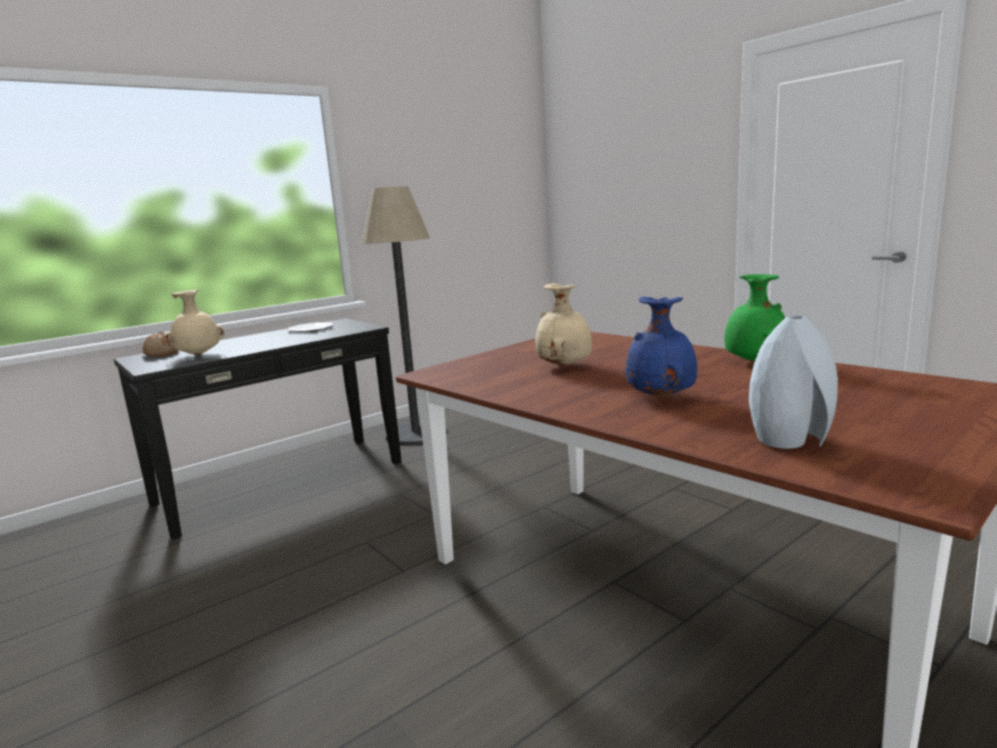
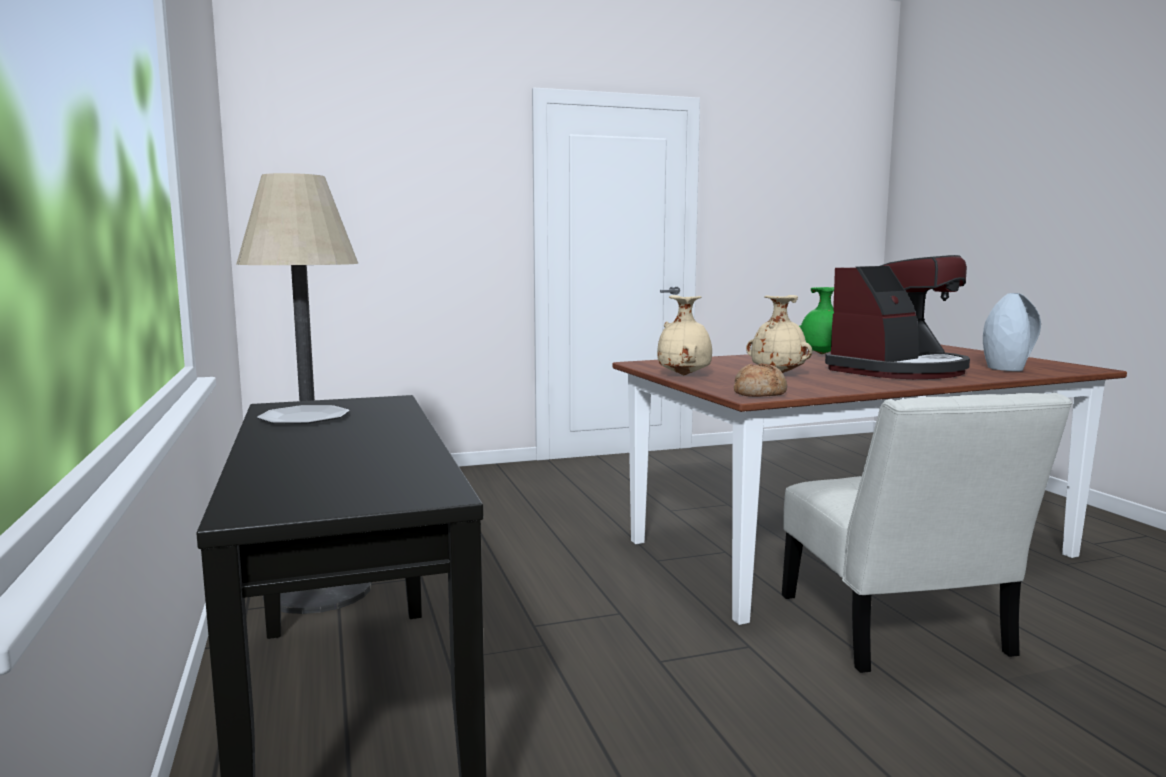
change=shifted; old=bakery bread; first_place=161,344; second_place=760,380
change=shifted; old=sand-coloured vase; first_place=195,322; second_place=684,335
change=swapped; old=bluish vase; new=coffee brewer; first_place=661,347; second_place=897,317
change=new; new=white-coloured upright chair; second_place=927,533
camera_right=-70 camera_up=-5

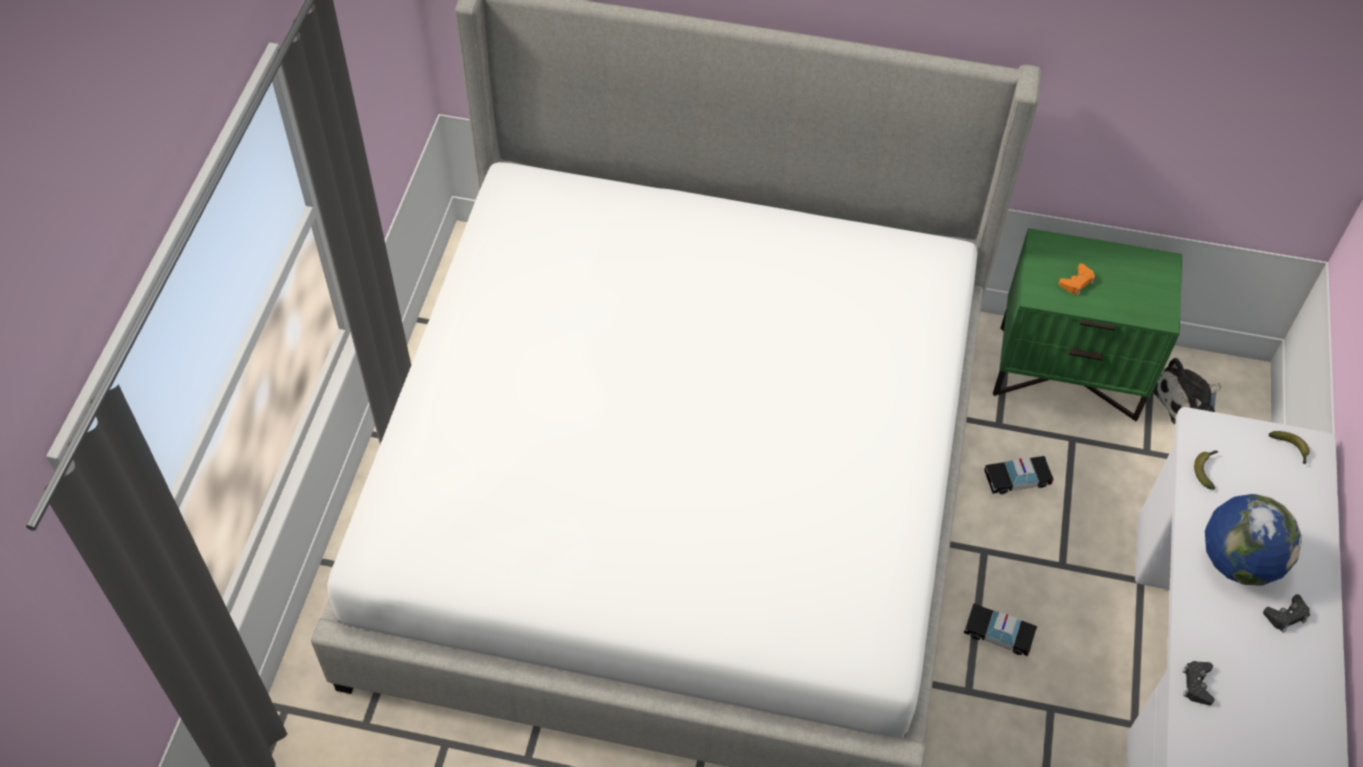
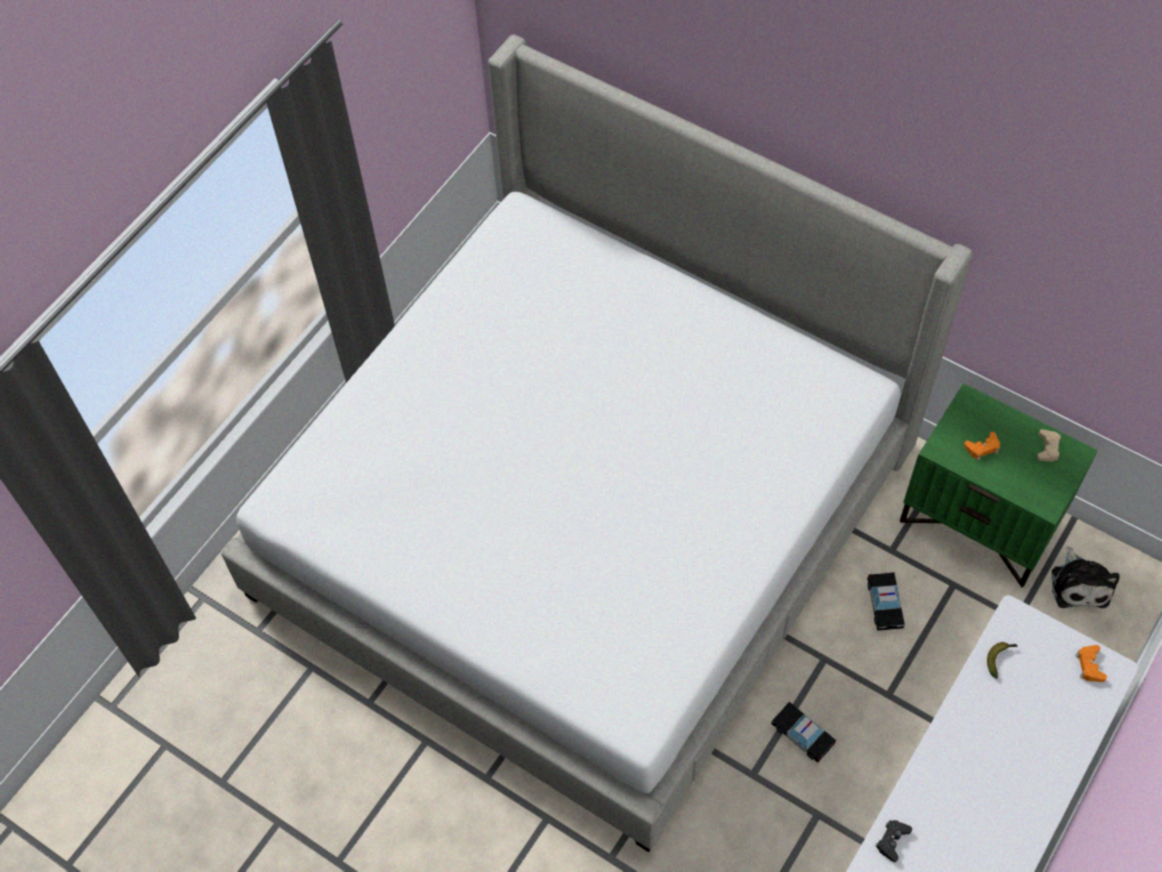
change=rotated; old=model car; first_place=1019,475; second_place=886,601; degrees=-105
change=rotated; old=cuddly toy; first_place=1187,391; second_place=1085,577; degrees=-90
change=gone; old=globe; first_place=1253,540
change=gone; old=black game controller; first_place=1286,613
change=swapped; old=whole banana; new=orange-coloured game controller; first_place=1289,448; second_place=1091,663
change=new; new=sand-coloured game controller; second_place=1049,445
camera_right=25 camera_up=5

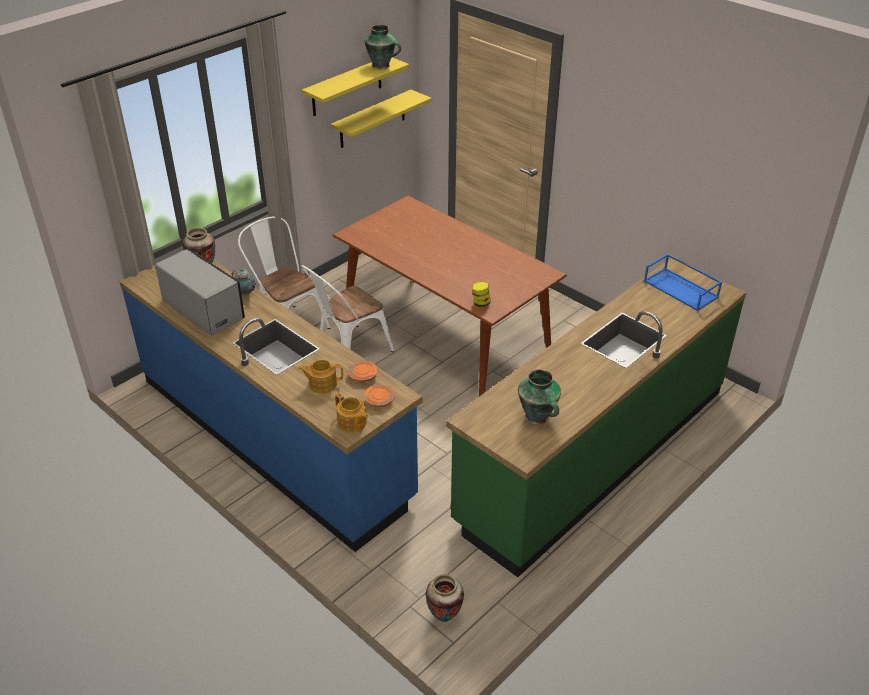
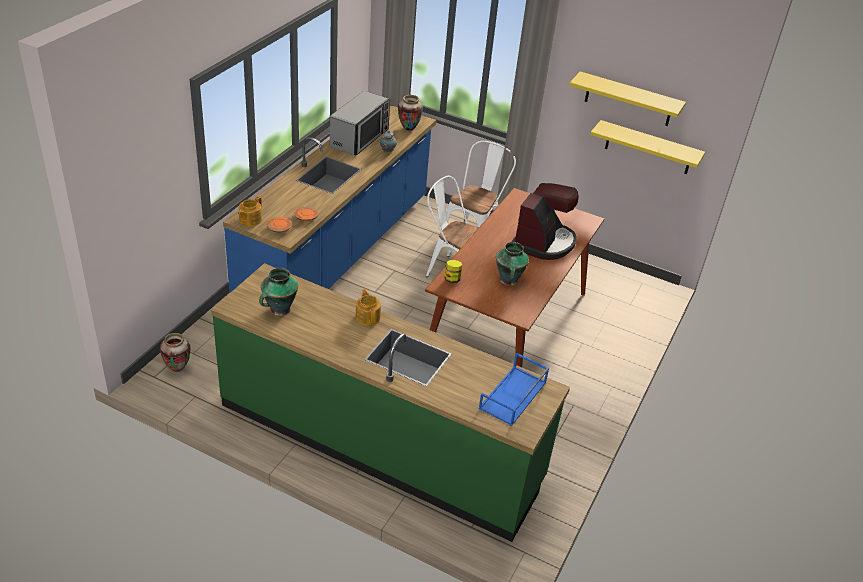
change=shifted; old=teapot; first_place=320,377; second_place=368,307
change=shifted; old=vase; first_place=382,47; second_place=512,264
change=new; new=coffee brewer; second_place=545,221
camera_right=70 camera_up=0

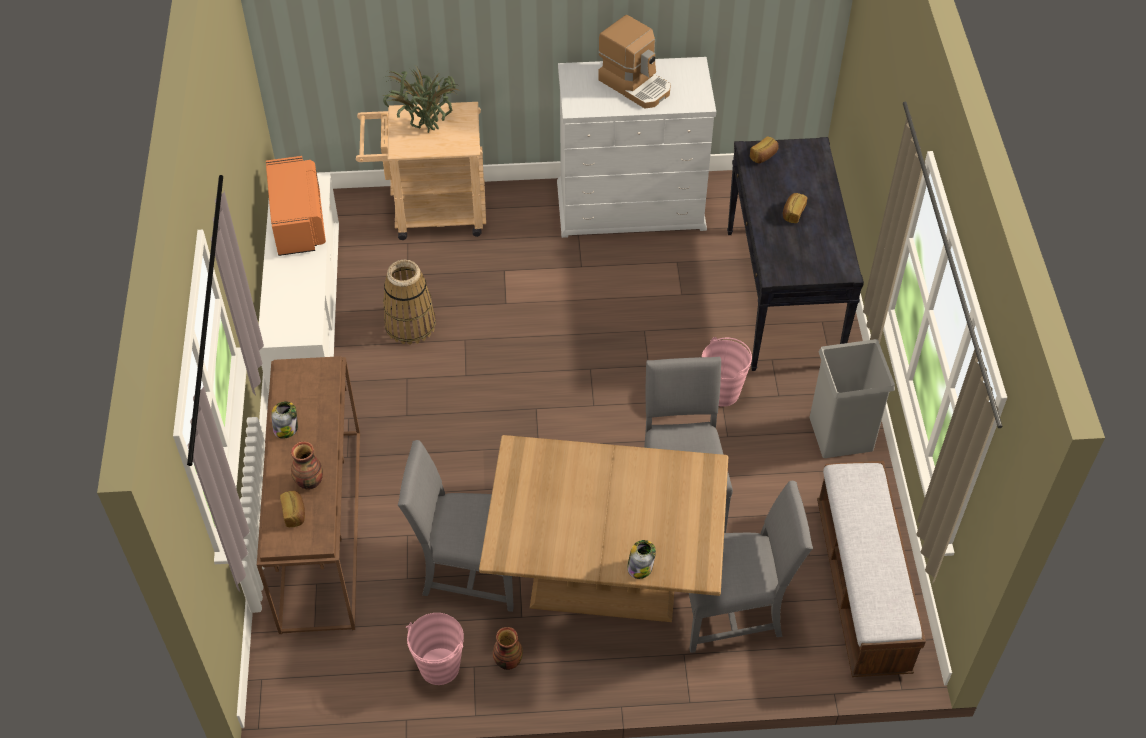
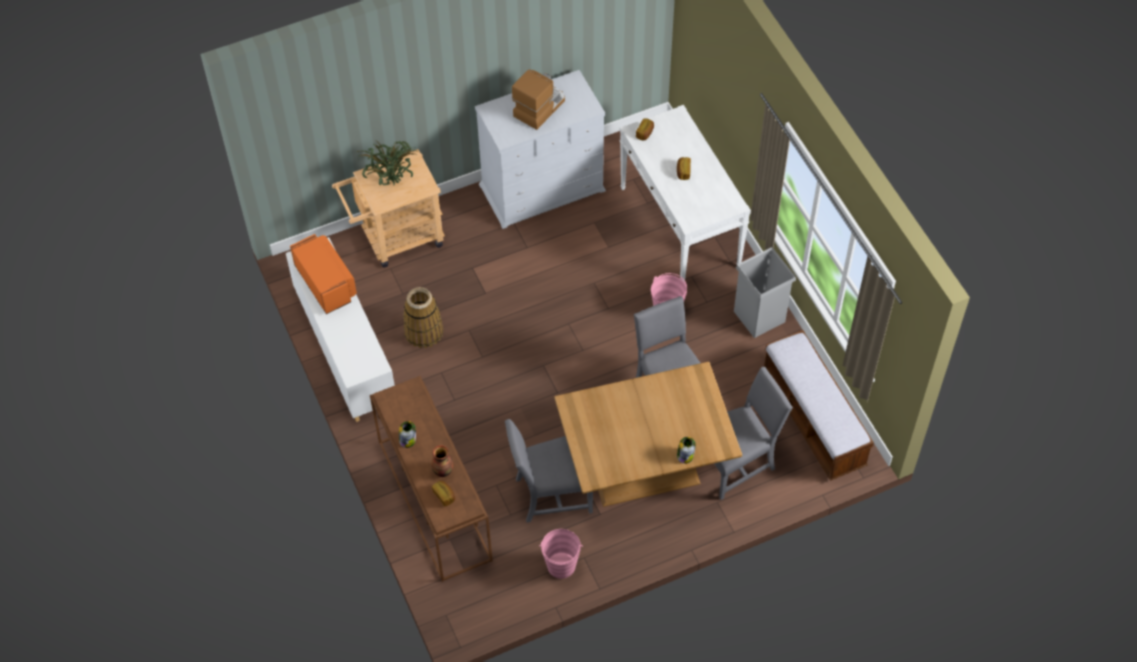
change=gone; old=vase; first_place=508,648
change=rotated; old=coffee brewer; first_place=634,61; second_place=538,100; degrees=-75
change=repainted; old=black narrow table; new=white-coloured narrow table; first_place=795,254; second_place=685,194
camera_right=-20 camera_up=5

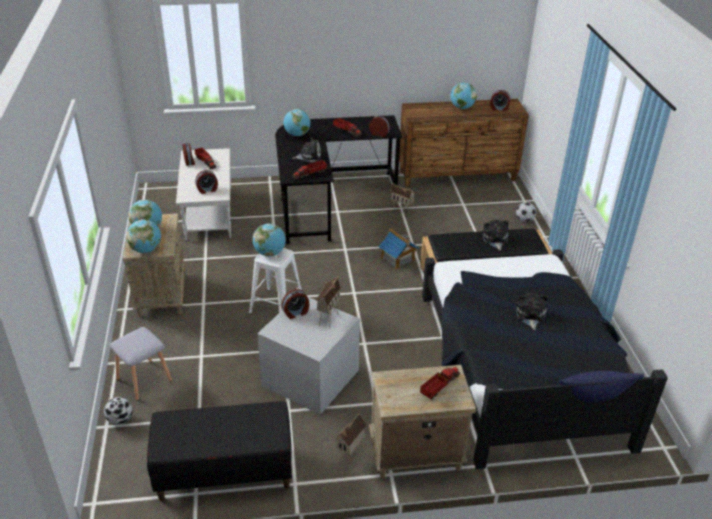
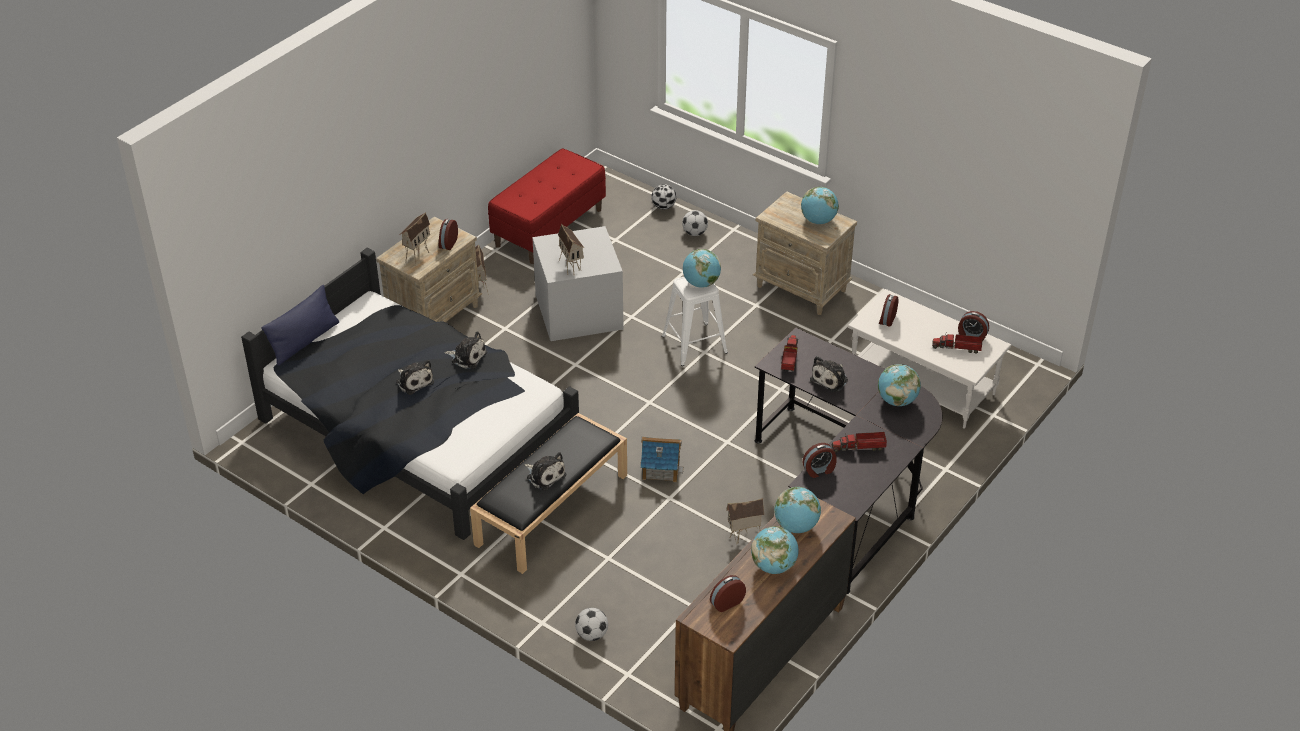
change=swapped; old=gray stool; new=ball for football; first_place=141,364; second_place=695,223
change=shifted; old=globe; first_place=143,236; second_place=797,510
change=repainted; old=black bench; new=reddish bench; first_place=219,451; second_place=547,206
change=shifted; old=table clock; first_place=296,304; second_place=448,234
change=swapped; old=toy lorry; new=model house; first_place=440,383; second_place=415,239
change=new; new=cuddly toy; second_place=465,350
camera_right=135 camera_up=5

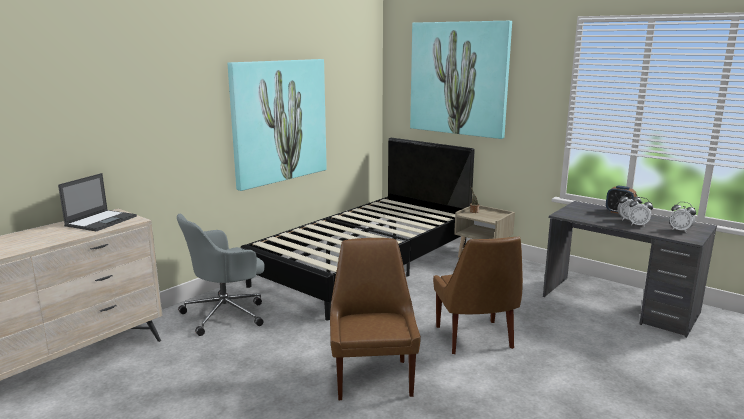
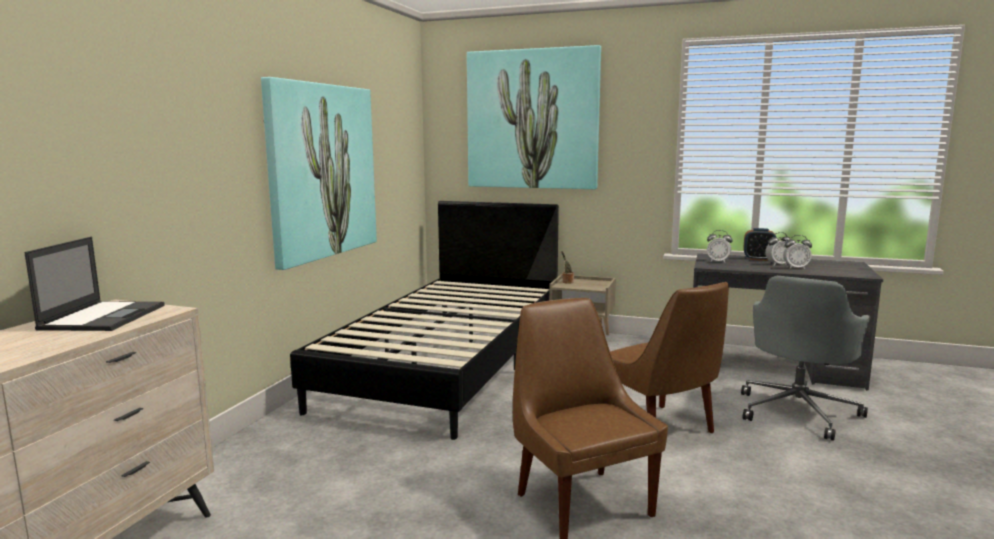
change=shifted; old=gray desk chair; first_place=221,275; second_place=806,358
change=shifted; old=table clock; first_place=683,217; second_place=719,246
camera_right=-20 camera_up=-5

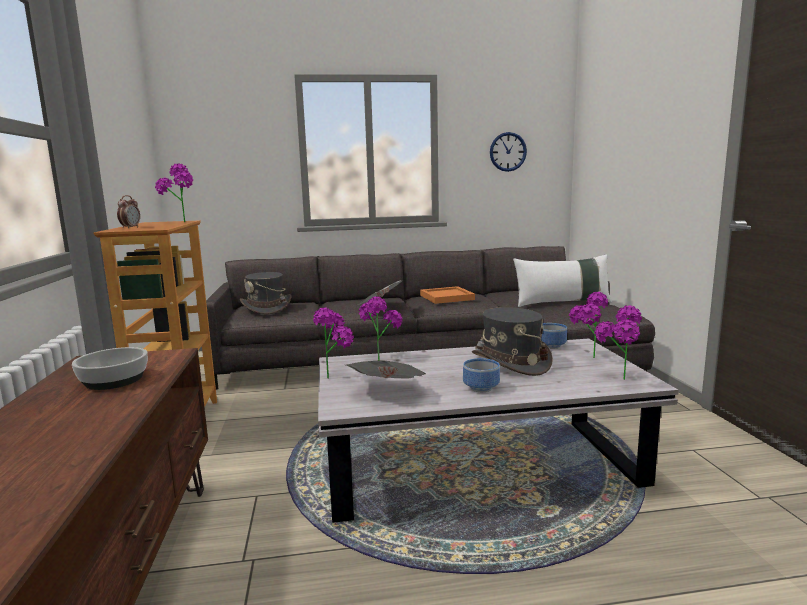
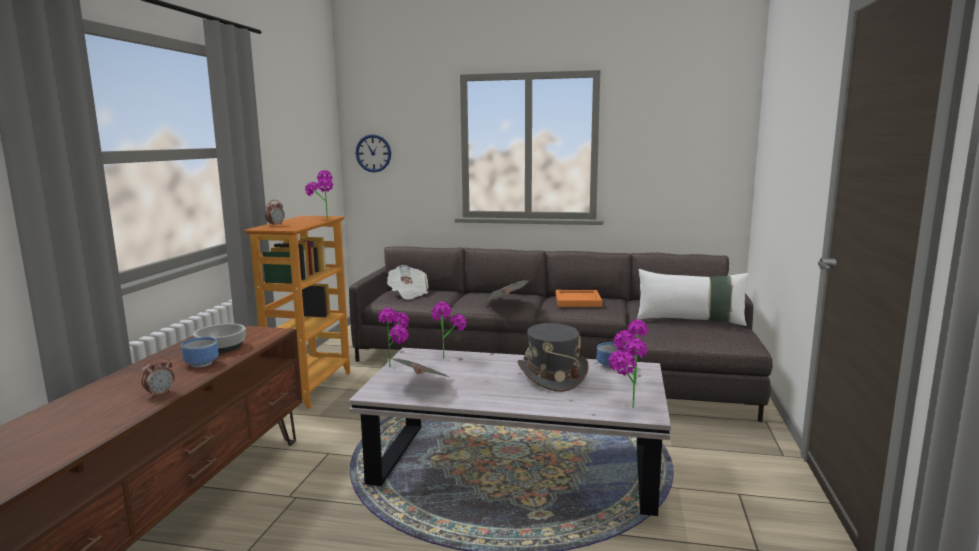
change=swapped; old=gray hat; new=daily paper; first_place=265,293; second_place=408,282
change=shifted; old=bowl; first_place=481,375; second_place=200,352
change=shifted; old=clock on the wall; first_place=508,152; second_place=373,153
change=new; new=table clock; second_place=158,377
camera_right=20 camera_up=0

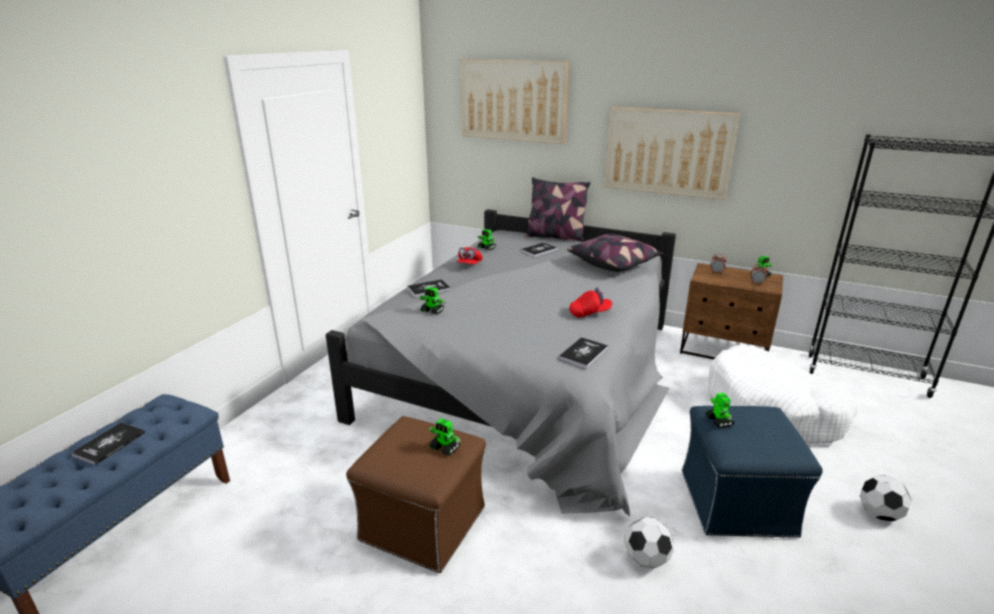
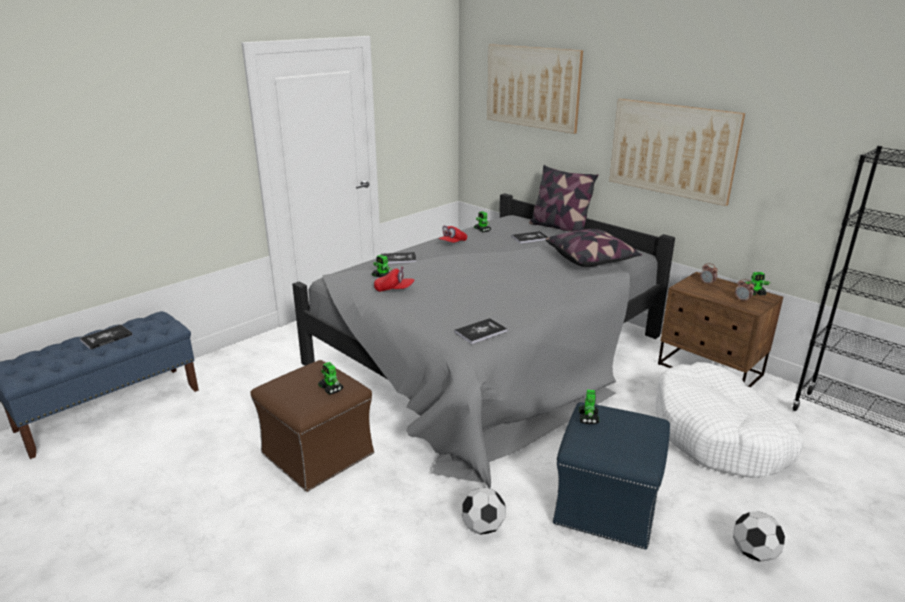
change=shifted; old=reddish cap; first_place=590,302; second_place=394,279
camera_right=20 camera_up=0

